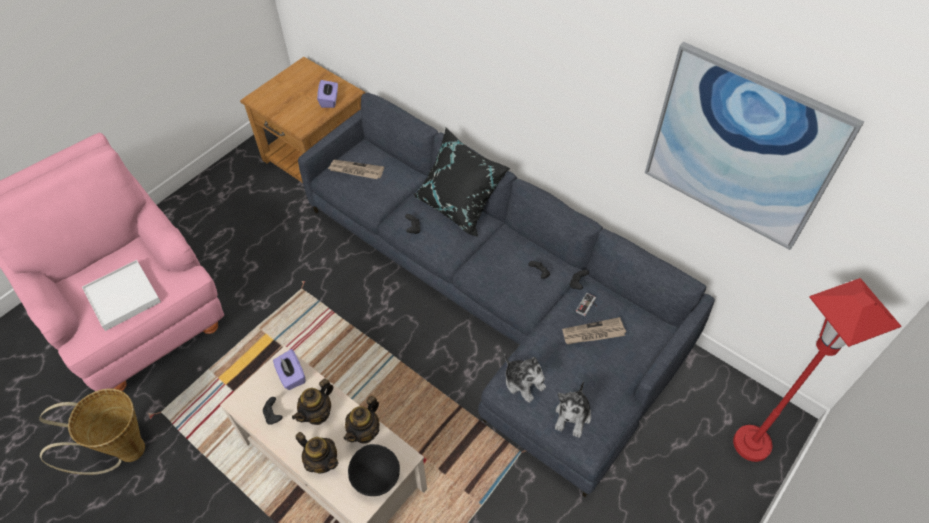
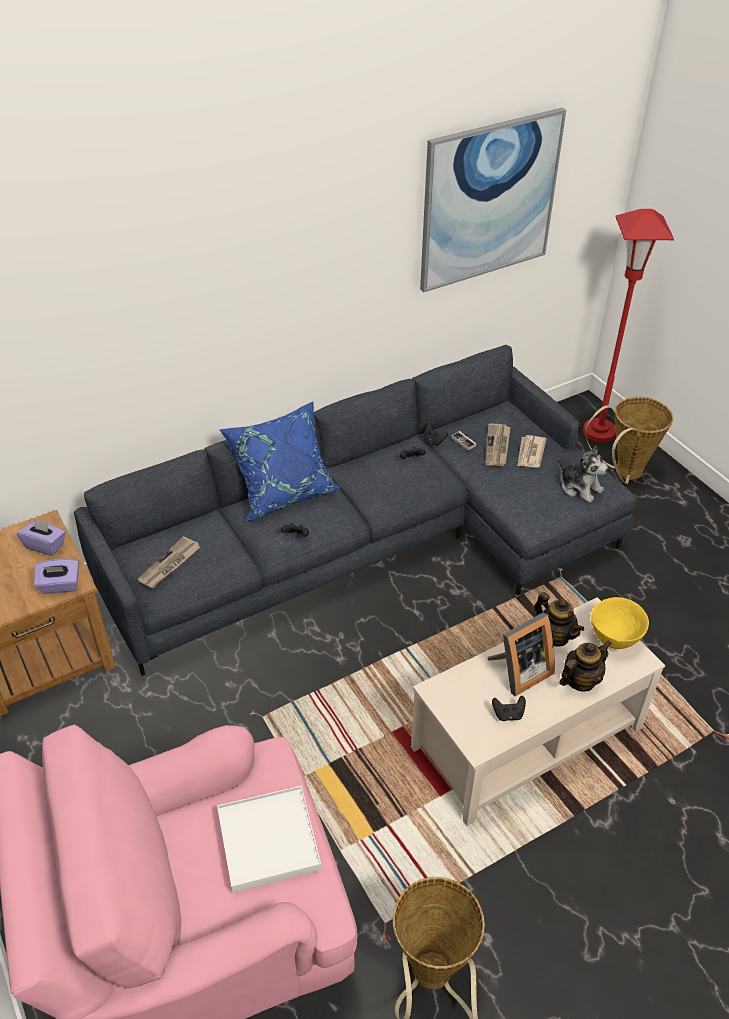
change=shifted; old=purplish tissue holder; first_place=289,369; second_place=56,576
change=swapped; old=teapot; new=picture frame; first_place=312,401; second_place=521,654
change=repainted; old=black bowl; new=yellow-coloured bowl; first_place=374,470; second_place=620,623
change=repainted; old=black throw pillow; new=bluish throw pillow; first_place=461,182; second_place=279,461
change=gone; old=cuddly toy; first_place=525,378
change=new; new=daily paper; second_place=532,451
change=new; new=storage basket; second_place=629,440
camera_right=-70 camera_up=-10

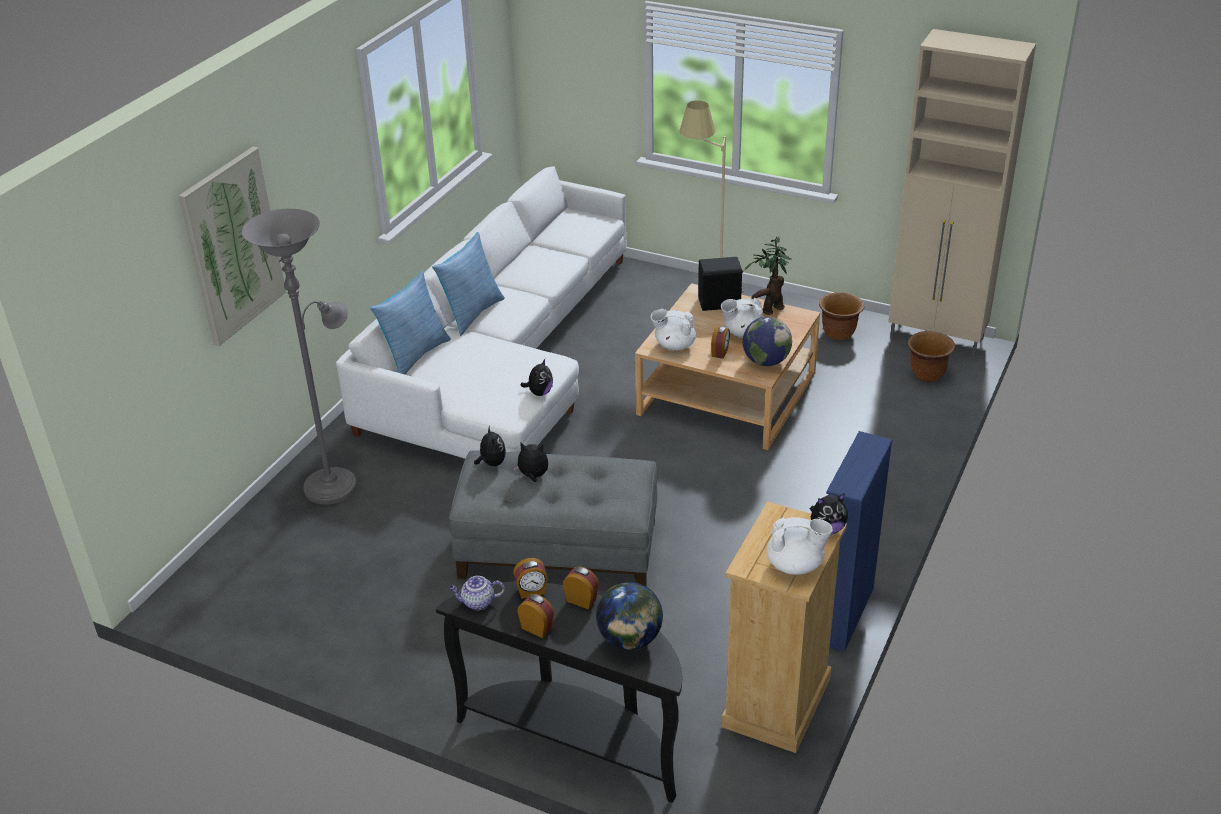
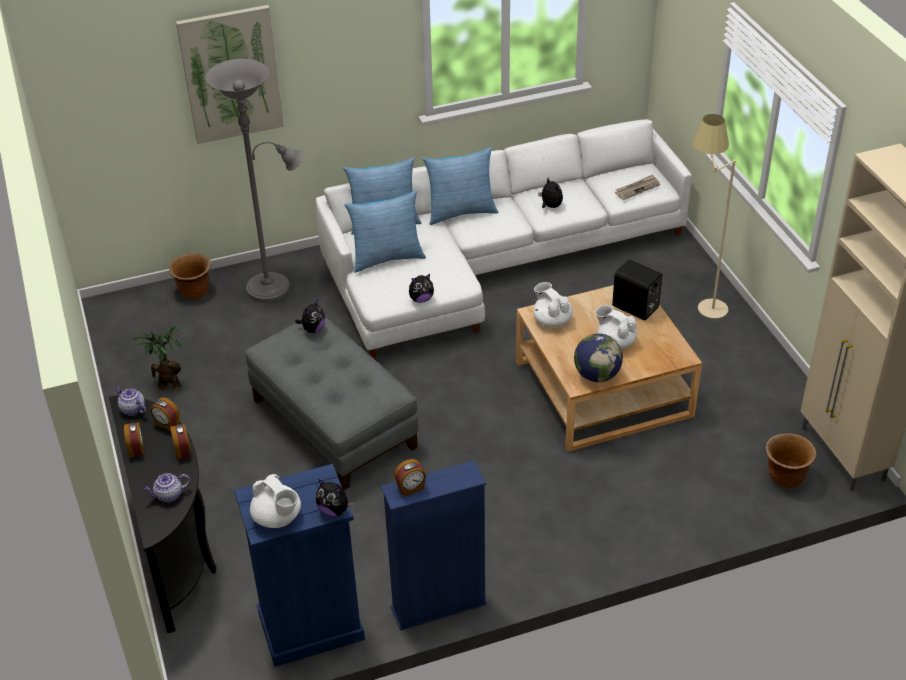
change=shifted; old=cuddly toy; first_place=530,462; second_place=550,193
change=swapped; old=globe; new=teapot; first_place=629,616; second_place=166,487
change=shifted; old=table clock; first_place=720,342; second_place=410,477
change=repainted; old=sand-coloured chest of drawers; new=bluish chest of drawers; first_place=784,627; second_place=299,565
change=shifted; old=houseplant; first_place=768,275; second_place=158,359
change=shifted; old=brown flower pot; first_place=841,316; second_place=190,276
change=new; new=throw pillow; second_place=385,231
change=new; new=daily paper; second_place=637,187
camera_right=45 camera_up=5

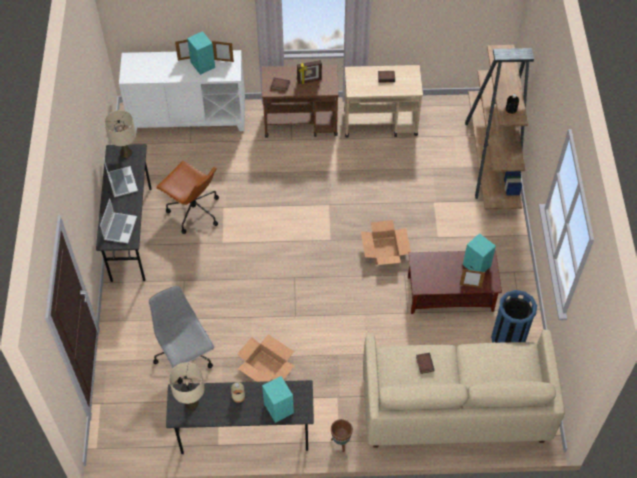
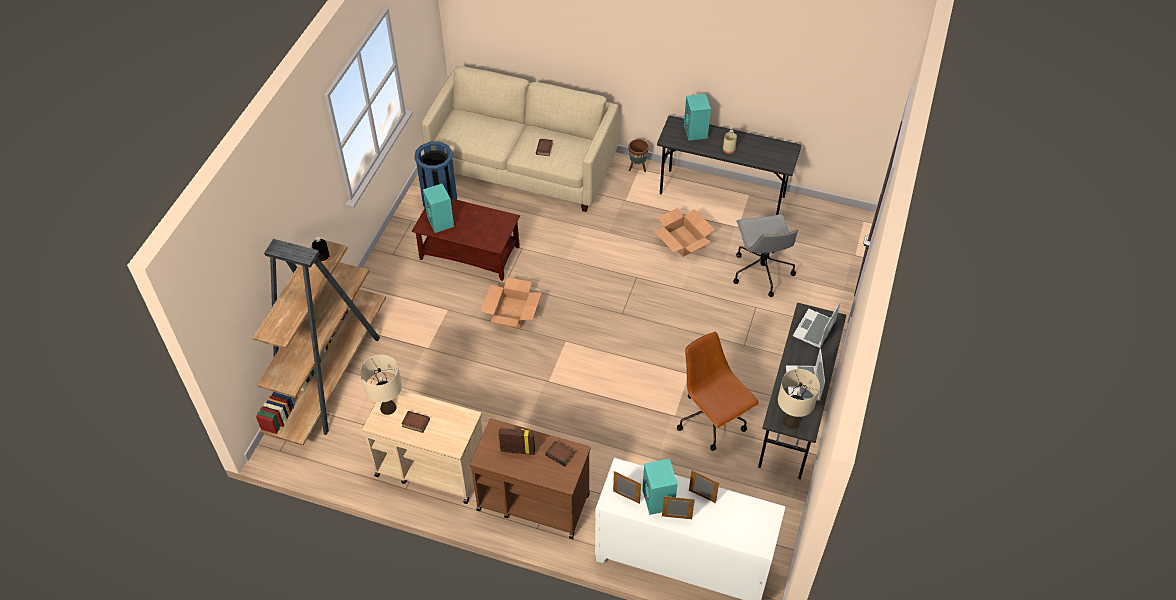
change=shifted; old=sand-coloured lamp for a table; first_place=187,386; second_place=381,385
change=shifted; old=picture frame; first_place=472,278; second_place=704,486
camera_right=-160 camera_up=-5

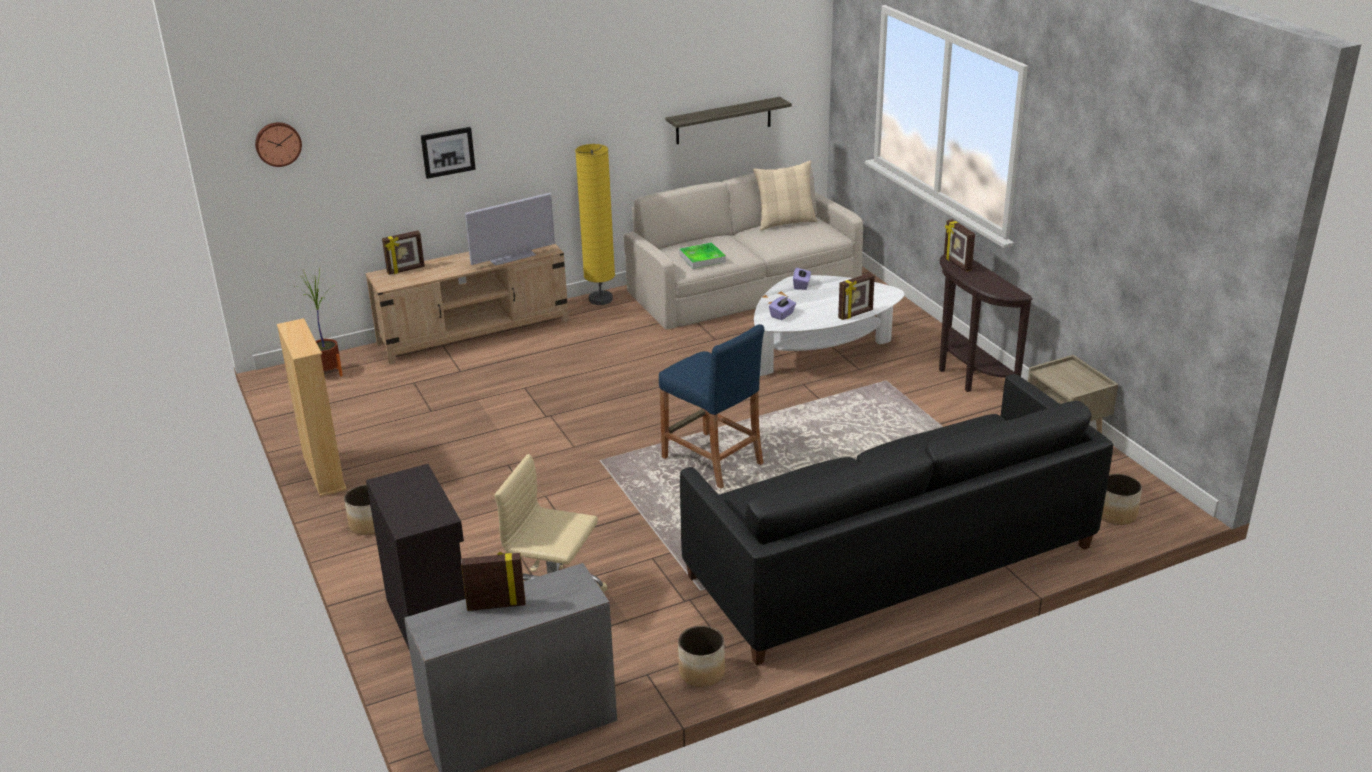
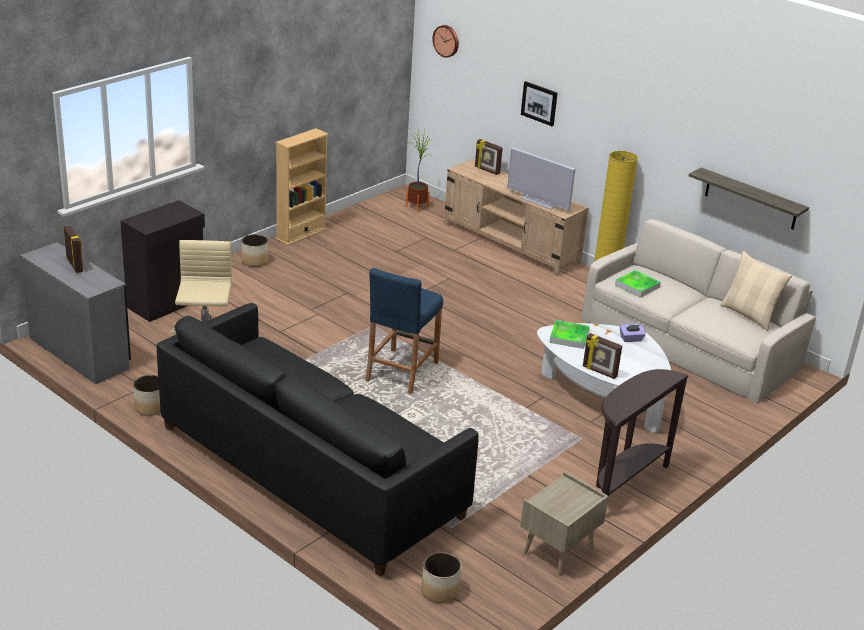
change=swapped; old=purplish tissue holder; new=carrying tray; first_place=782,308; second_place=569,334
change=gone; old=picture frame; first_place=959,245
camera_right=65 camera_up=0

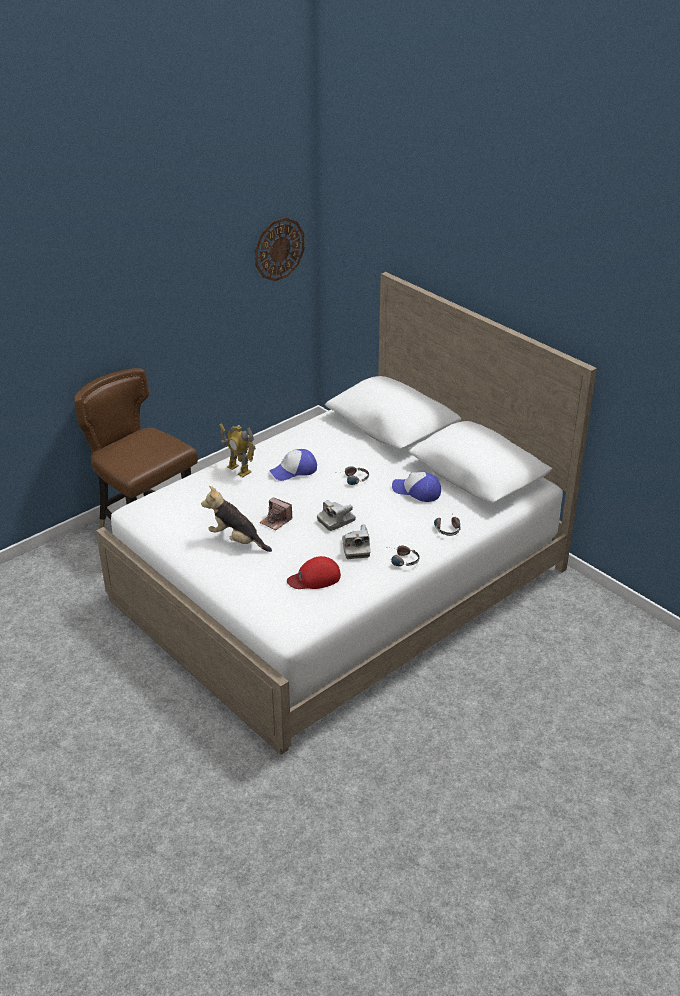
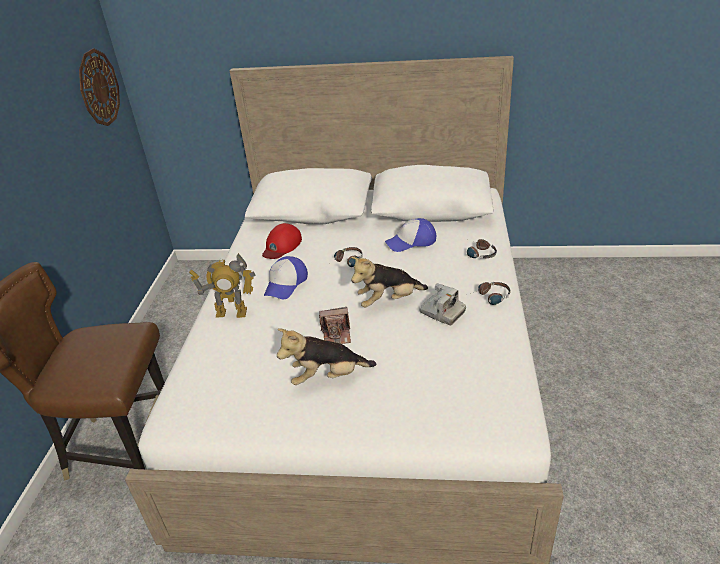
change=shifted; old=reddish cap; first_place=314,572; second_place=282,241
change=swapped; old=photo camera; new=cuddly toy; first_place=336,515; second_place=389,282
camera_right=-40 camera_up=0

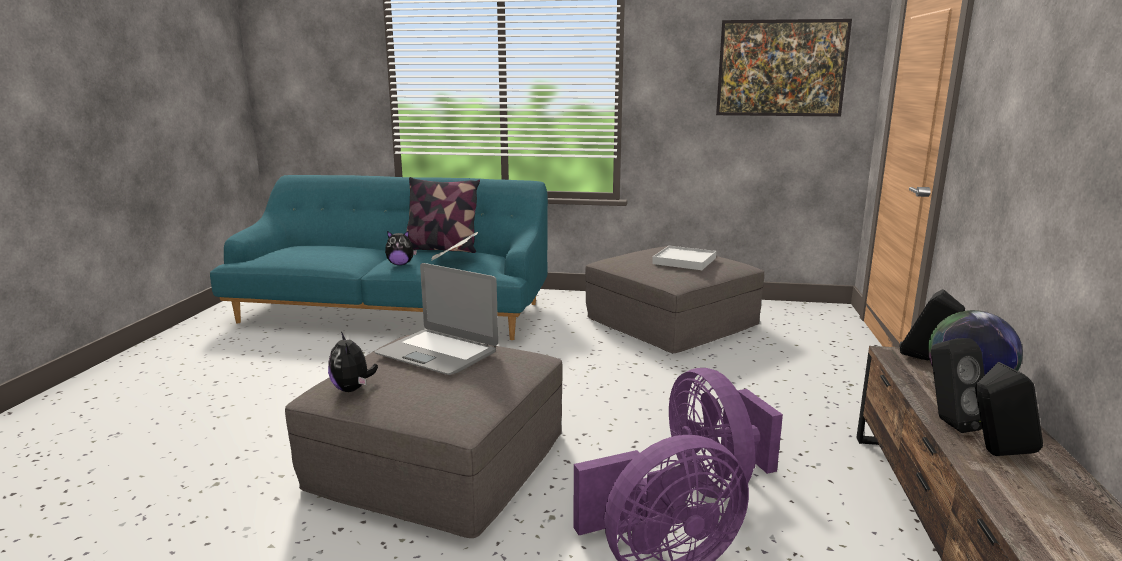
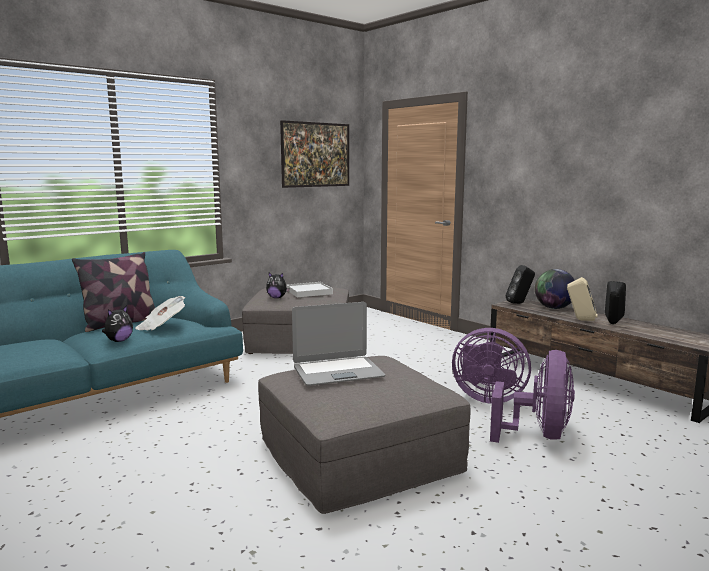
change=shifted; old=cuddly toy; first_place=353,362; second_place=278,285
change=repainted; old=black loudspeaker; new=sand-coloured loudspeaker; first_place=958,385; second_place=582,299
camera_right=-50 camera_up=-5

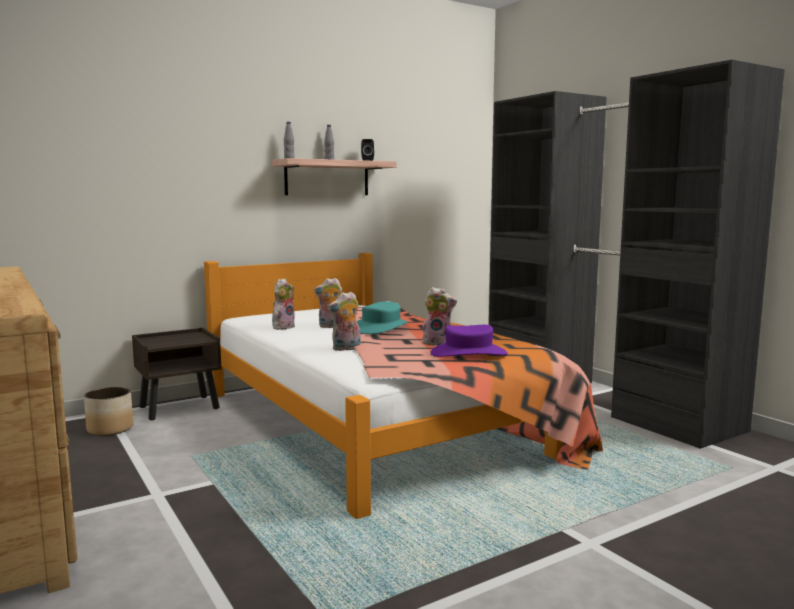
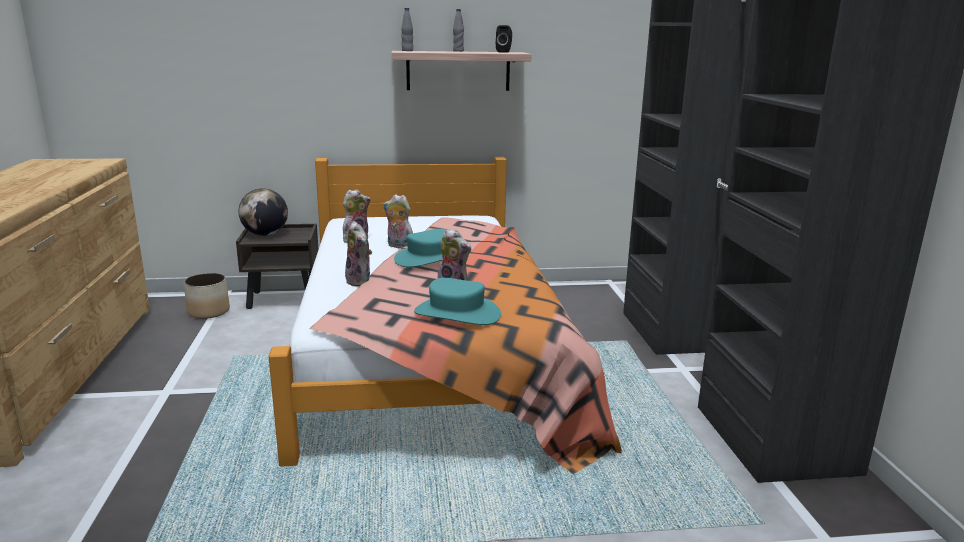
change=rotated; old=cuddly toy; first_place=344,321; second_place=358,254; degrees=-120
change=repainted; old=purplish hat; new=turquoise-coloured hat; first_place=469,341; second_place=457,301
change=new; new=globe; second_place=263,212
camera_right=25 camera_up=10

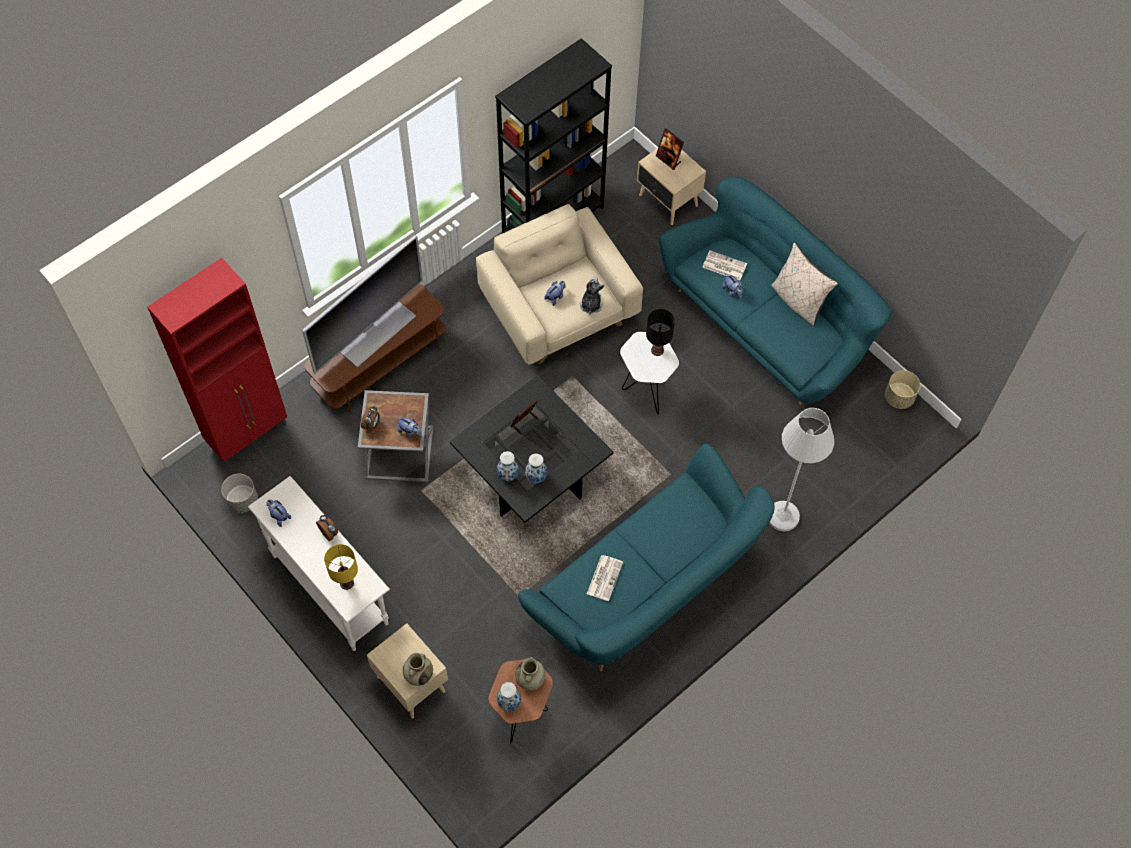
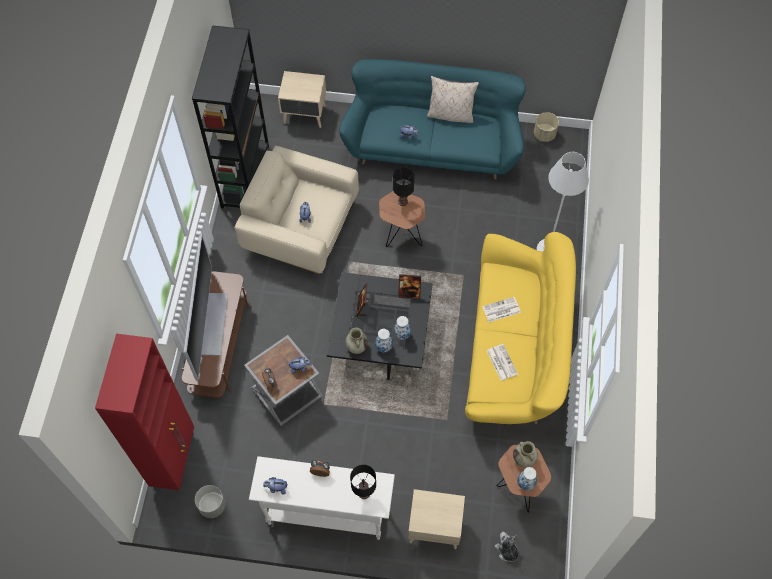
change=repainted; old=yellow-coloured lamp for a table; new=black lamp for a table; first_place=341,567; second_place=363,482
change=shifted; old=sand-coloured vase; first_place=418,669; second_place=356,340
change=repainted; old=turquoise-coloured couch; new=yellow-coloured couch; first_place=646,557; second_place=520,328
change=shifted; old=cuddly toy; first_place=592,295; second_place=506,547
change=repainted; old=white-coloured end table; new=brown end table; first_place=649,373; second_place=402,219
change=shifted; old=picture frame; first_place=670,149; second_place=409,286
change=shifted; old=daily paper; first_place=724,265; second_place=501,309
camera_right=-40 camera_up=0

